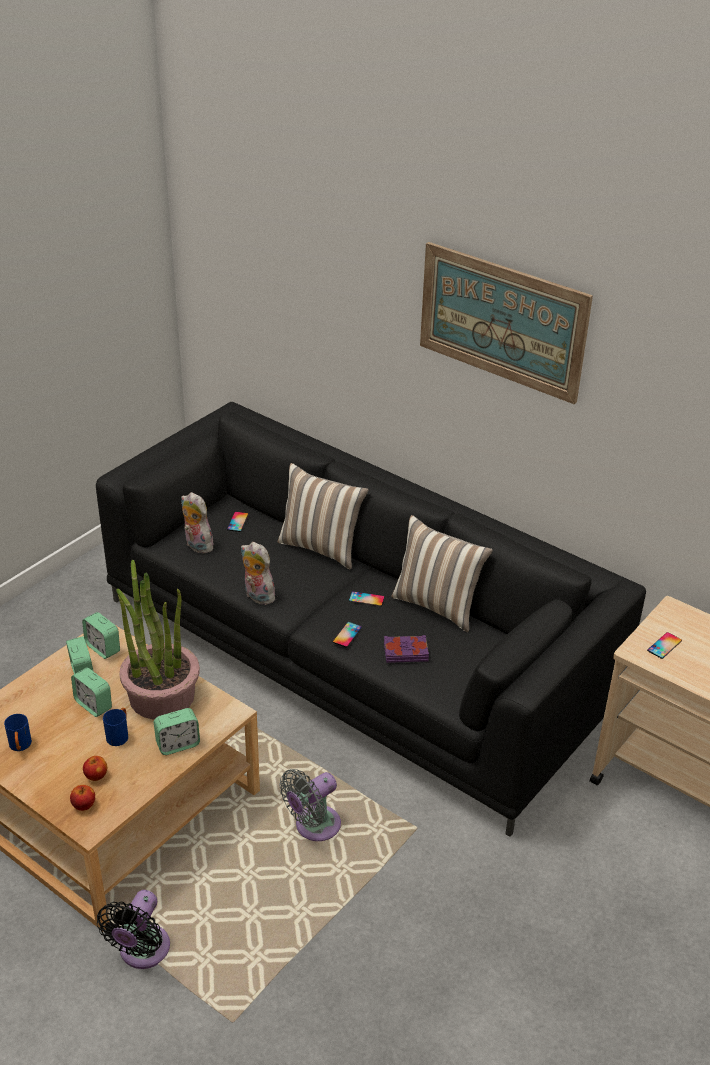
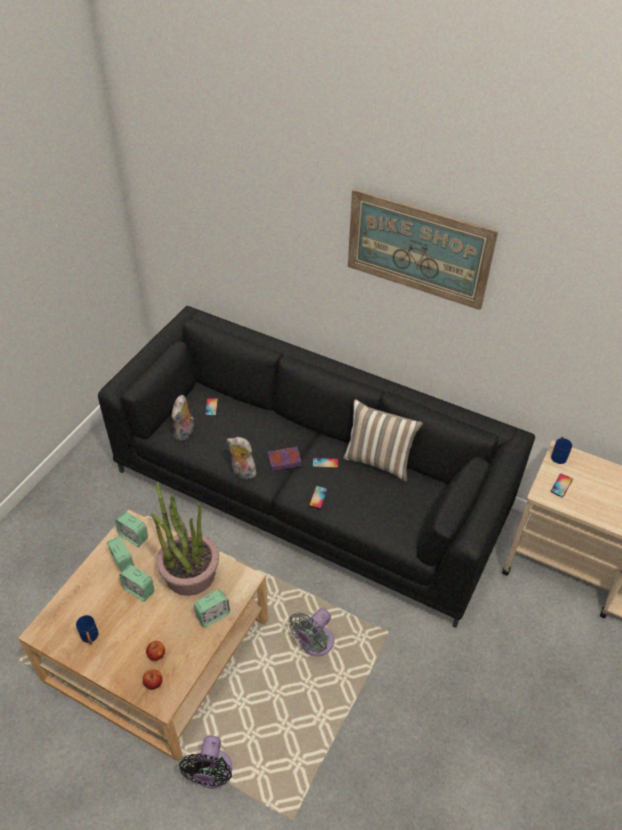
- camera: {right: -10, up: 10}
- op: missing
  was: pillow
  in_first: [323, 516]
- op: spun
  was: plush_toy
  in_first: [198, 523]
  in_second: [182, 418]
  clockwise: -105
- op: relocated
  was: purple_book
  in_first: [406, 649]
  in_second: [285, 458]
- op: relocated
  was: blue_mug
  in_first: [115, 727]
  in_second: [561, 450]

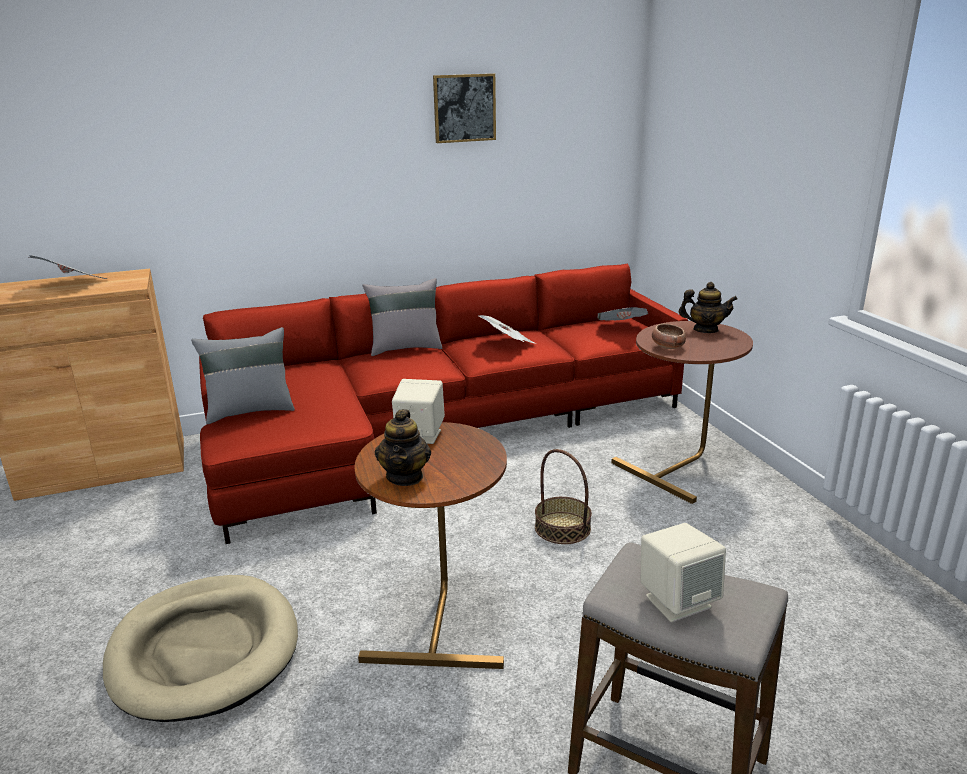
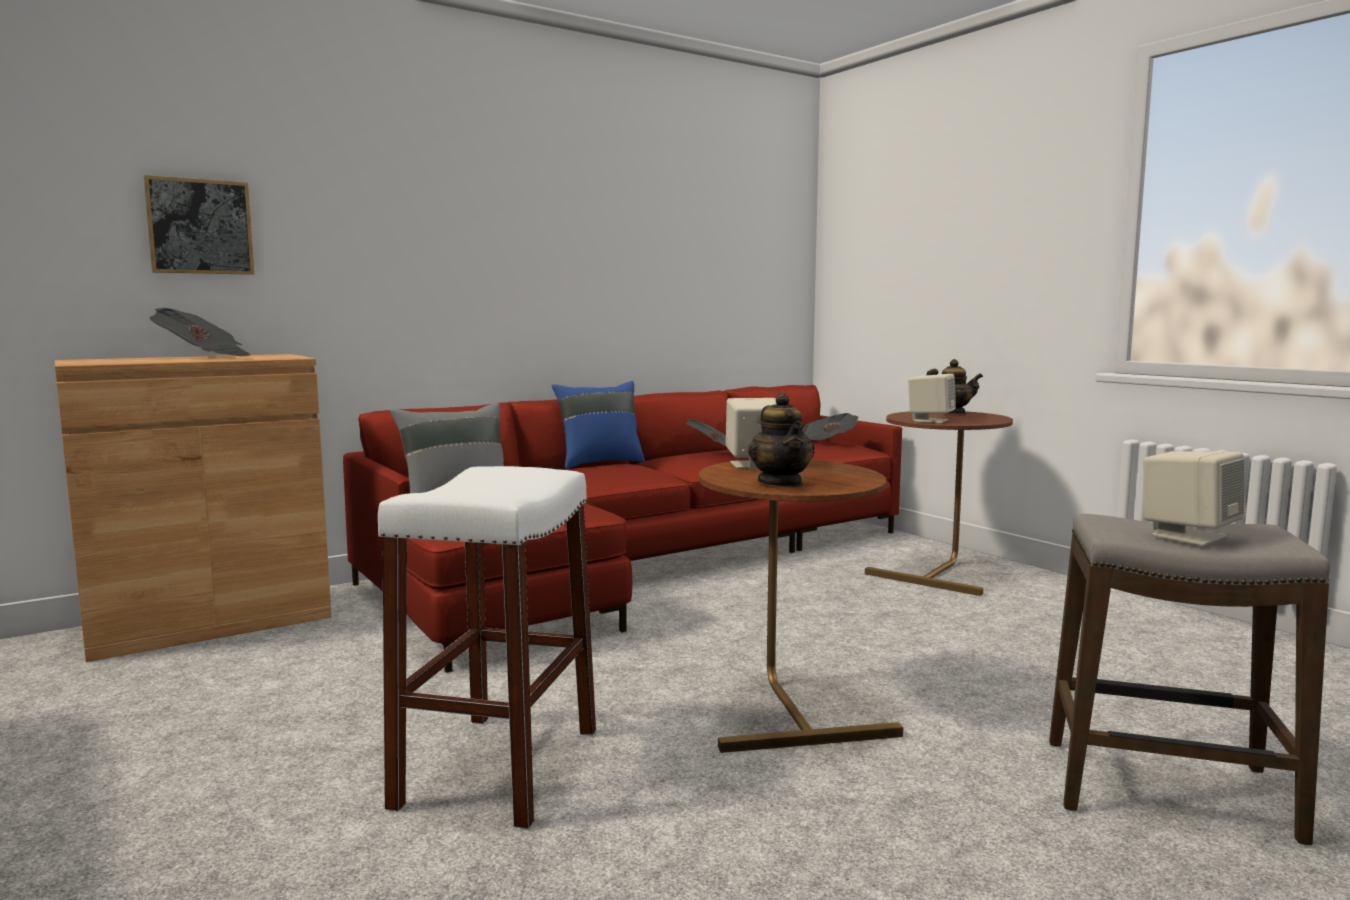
- camera: {right: -15, up: -15}
- op: relocated
  was: picture
  in_first: [464, 108]
  in_second: [199, 225]
- op: colour
  was: grey_pillow
  now: blue_pillow
  in_first: [402, 317]
  in_second: [598, 425]
- op: exchanged
  was: bowl
  now: beige_speaker
  in_first: [669, 336]
  in_second: [932, 398]
- op: missing
  was: basket
  in_first: [563, 496]
- op: exchanged
  was: beige_dog_bed
  now: white_stool
  in_first: [200, 648]
  in_second: [487, 647]

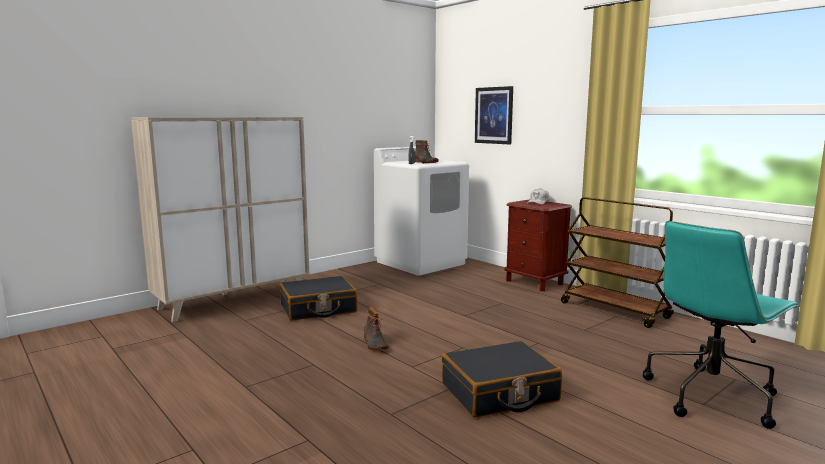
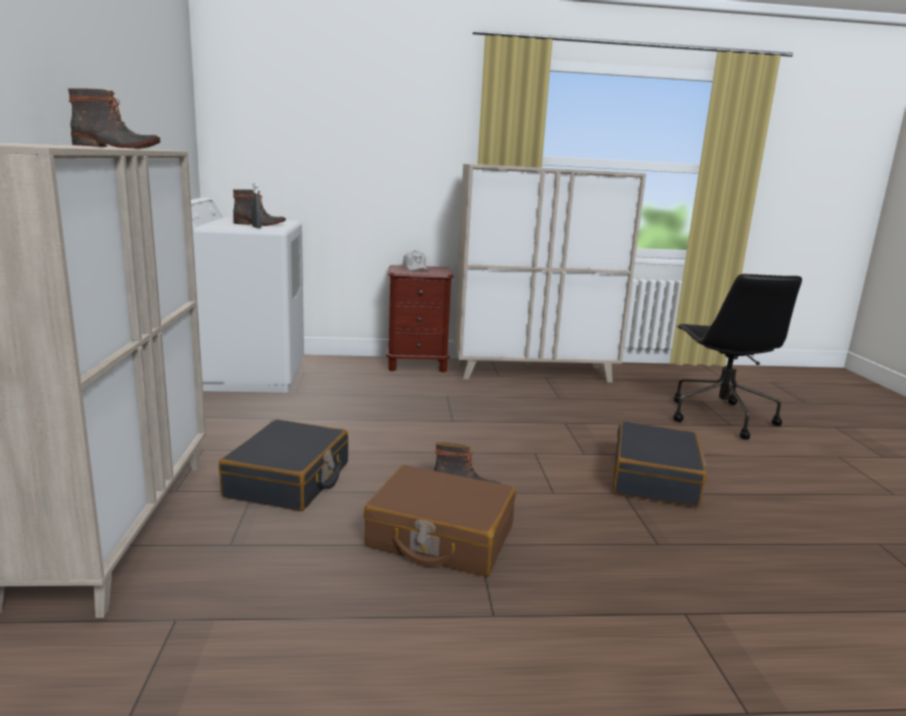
- camera: {right: -55, up: 5}
- op: missing
  was: picture
  in_first: [494, 115]
- op: exchanged
  was: brown_cart
  now: beige_cabinet
  in_first: [617, 262]
  in_second: [550, 273]
- op: colour
  was: turquoise_office_chair
  now: black_office_chair
  in_first: [721, 325]
  in_second: [737, 357]
- op: appeared
  now: boot
  in_second: [114, 118]
- op: appeared
  now: brown_suitcase
  in_second: [440, 520]

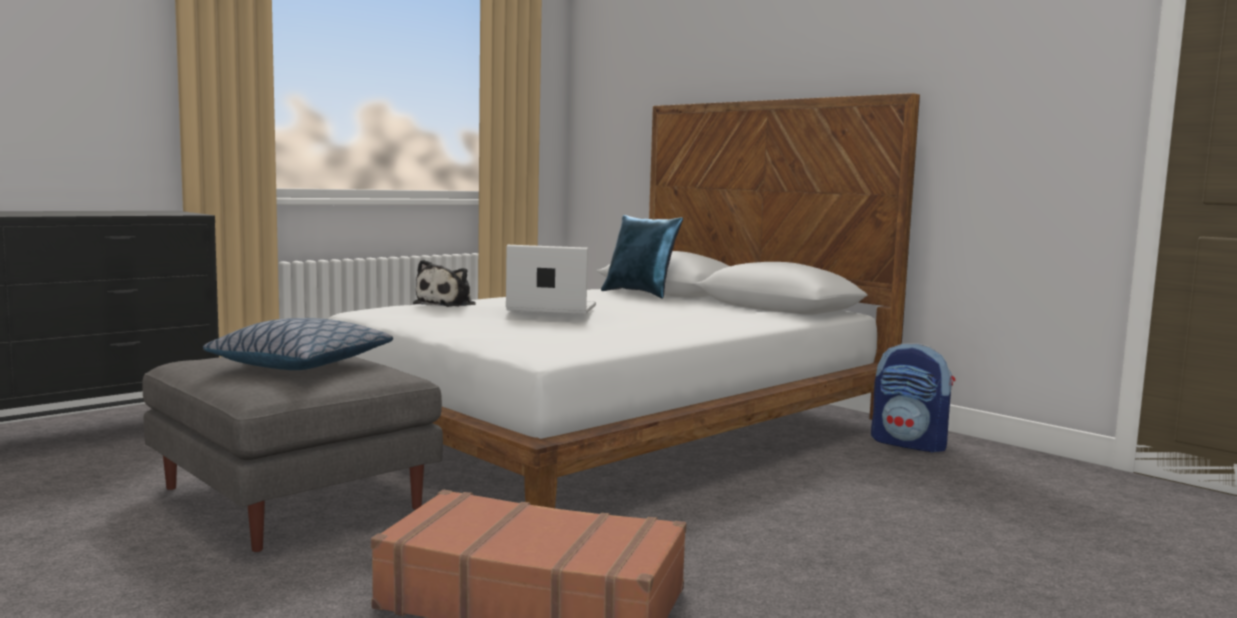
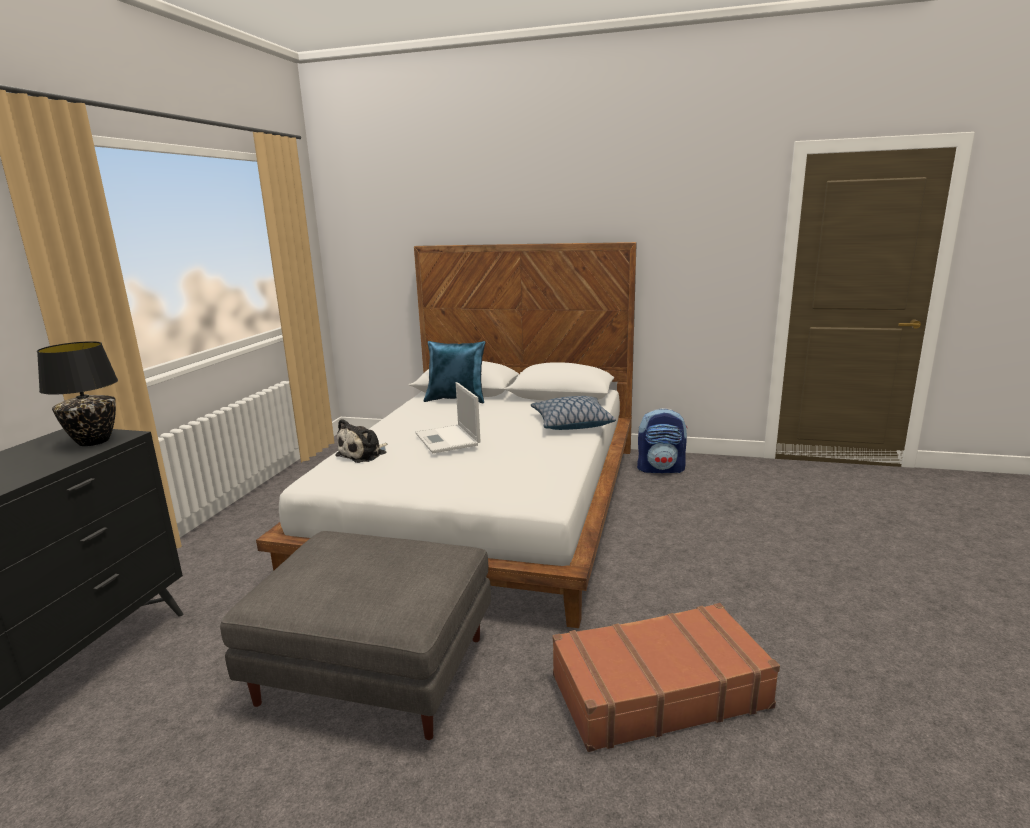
- camera: {right: -30, up: 10}
- op: spun
  was: laptop
  in_first: [551, 279]
  in_second: [448, 417]
  clockwise: -90
- op: spun
  was: plush_toy
  in_first: [444, 283]
  in_second: [361, 441]
  clockwise: 45
- op: relocated
  was: pillow
  in_first: [298, 344]
  in_second: [573, 413]
- op: appeared
  now: black_table_lamp
  in_second: [77, 393]

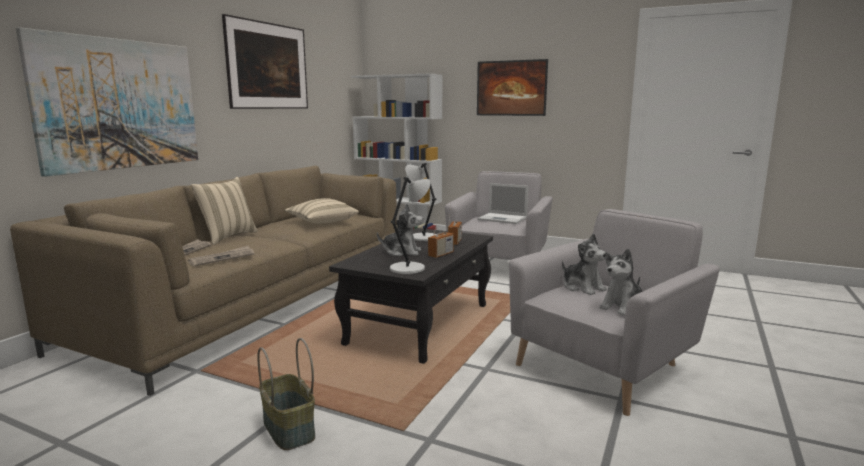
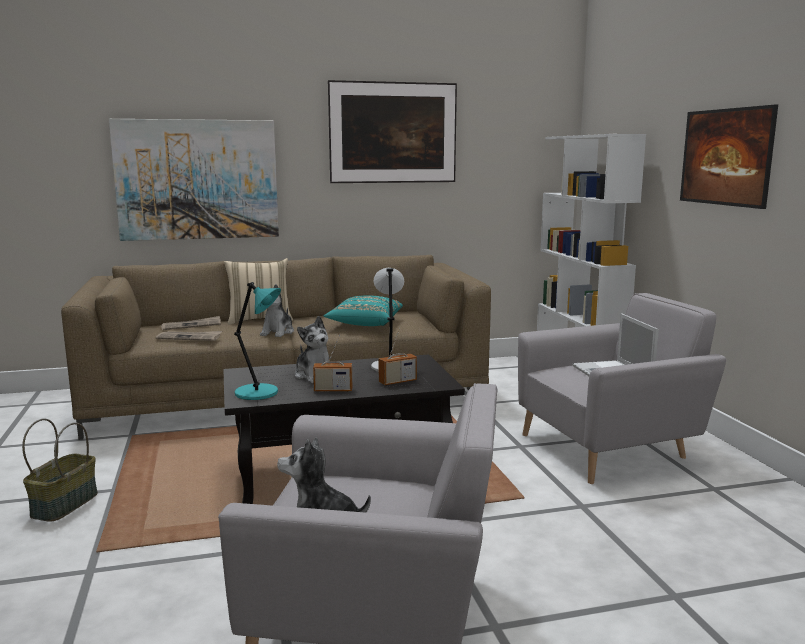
- camera: {right: 50, up: 0}
- op: colour
  was: grey_table_lamp
  now: turquoise_table_lamp
  in_first: [410, 225]
  in_second: [257, 341]
- op: colour
  was: beige_pillow
  now: turquoise_pillow
  in_first: [322, 210]
  in_second: [363, 310]
- op: relocated
  was: plush_toy
  in_first: [584, 264]
  in_second: [277, 310]

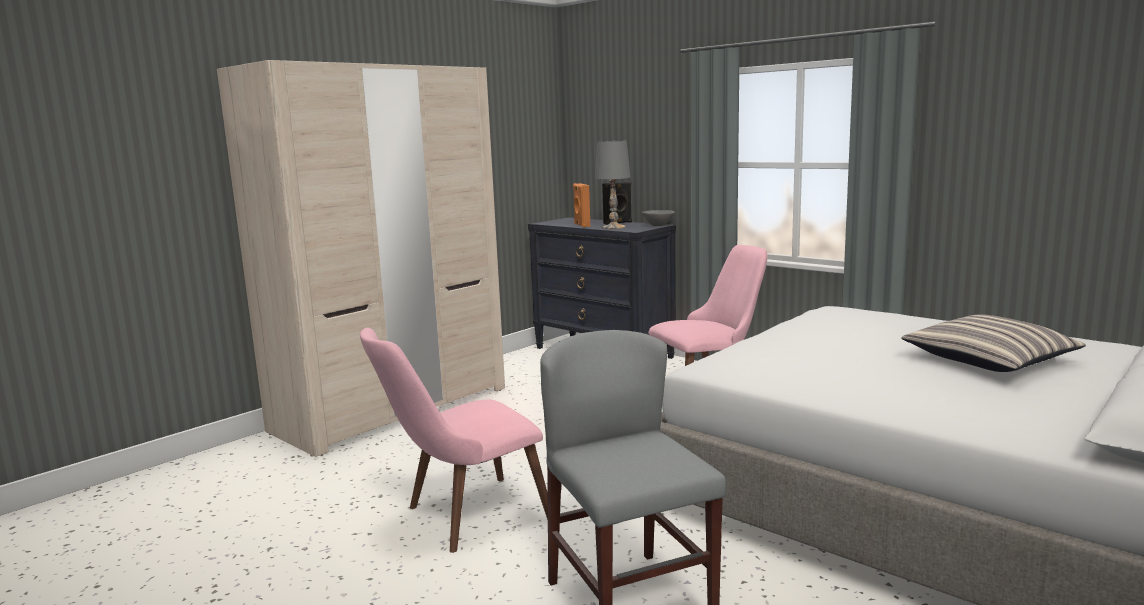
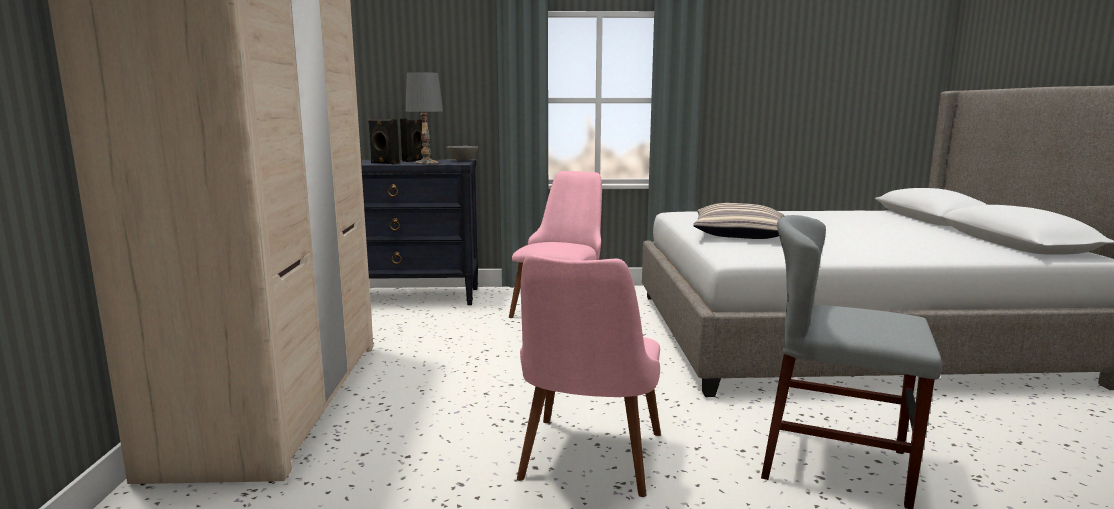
- camera: {right: -45, up: 0}
- op: colour
  was: orange_speaker
  now: black_speaker
  in_first: [581, 205]
  in_second: [384, 142]
- op: relocated
  was: pillow
  in_first: [993, 343]
  in_second: [739, 221]

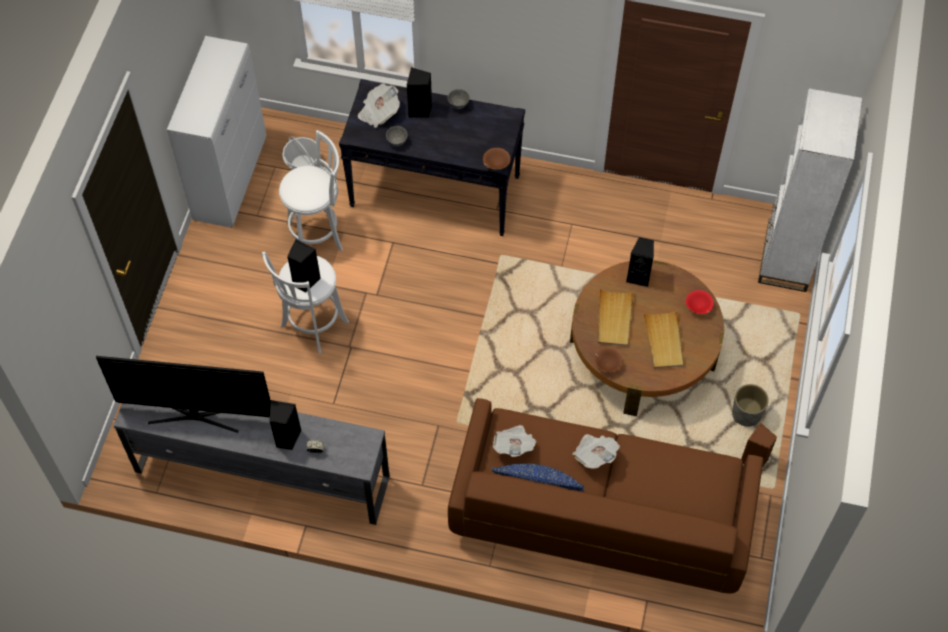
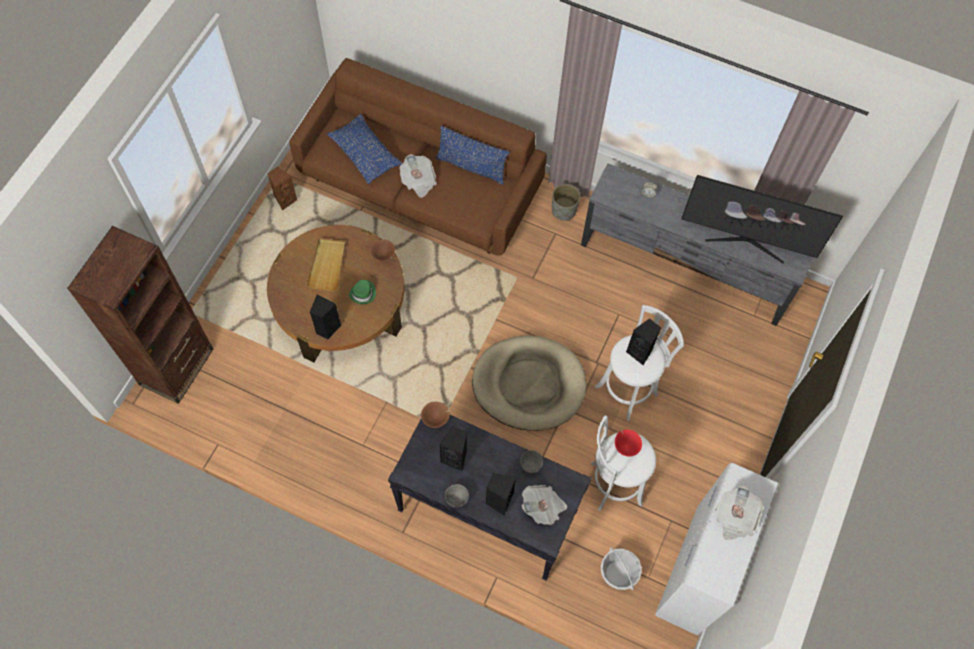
- camera: {right: -170, up: 5}
- op: colour
  was: white_bookcase
  now: brown_bookcase
  in_first: [810, 190]
  in_second: [140, 315]
- op: exchanged
  was: beige_tray
  now: green_hat
  in_first: [616, 317]
  in_second: [362, 292]
- op: relocated
  was: red_bowl
  in_first: [699, 302]
  in_second: [628, 443]
- op: relocated
  was: grey_planter
  in_first: [750, 405]
  in_second: [566, 202]
- op: relocated
  was: black_speaker
  in_first: [285, 425]
  in_second: [453, 448]
- op: relocated
  was: newspaper
  in_first: [515, 441]
  in_second: [739, 513]
- op: appeared
  now: blue_pillow
  in_second: [364, 149]
- op: appeared
  now: beige_dog_bed
  in_second: [529, 383]

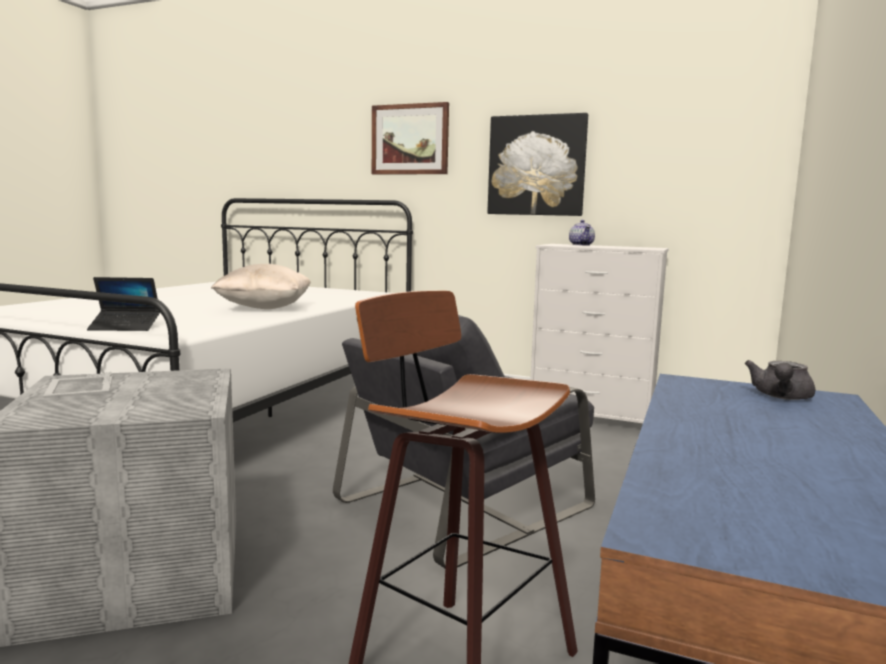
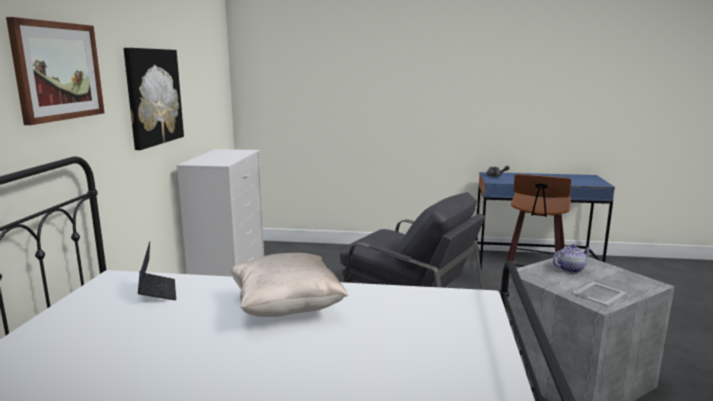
- camera: {right: -105, up: 5}
- op: relocated
  was: teapot
  in_first: [582, 233]
  in_second: [572, 258]
- op: relocated
  was: laptop
  in_first: [123, 304]
  in_second: [157, 270]

